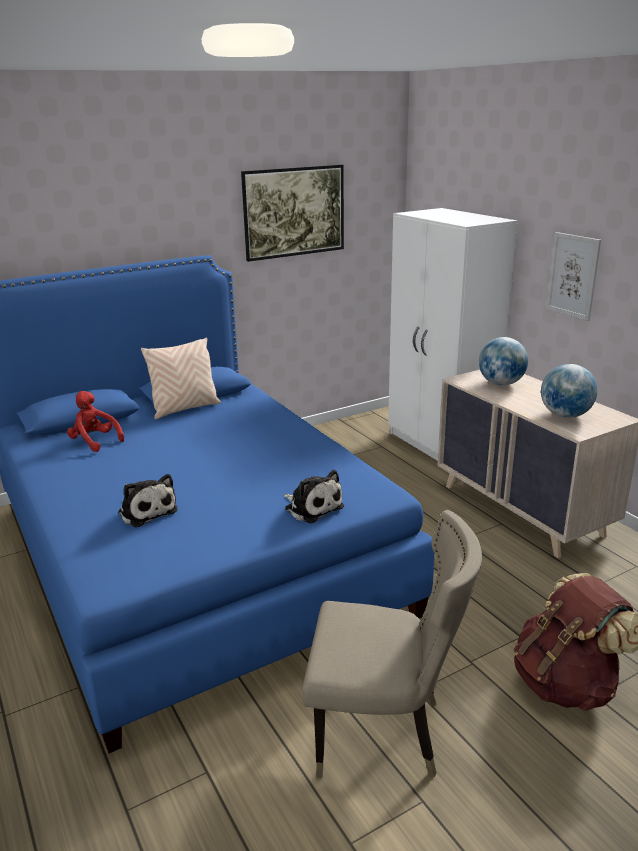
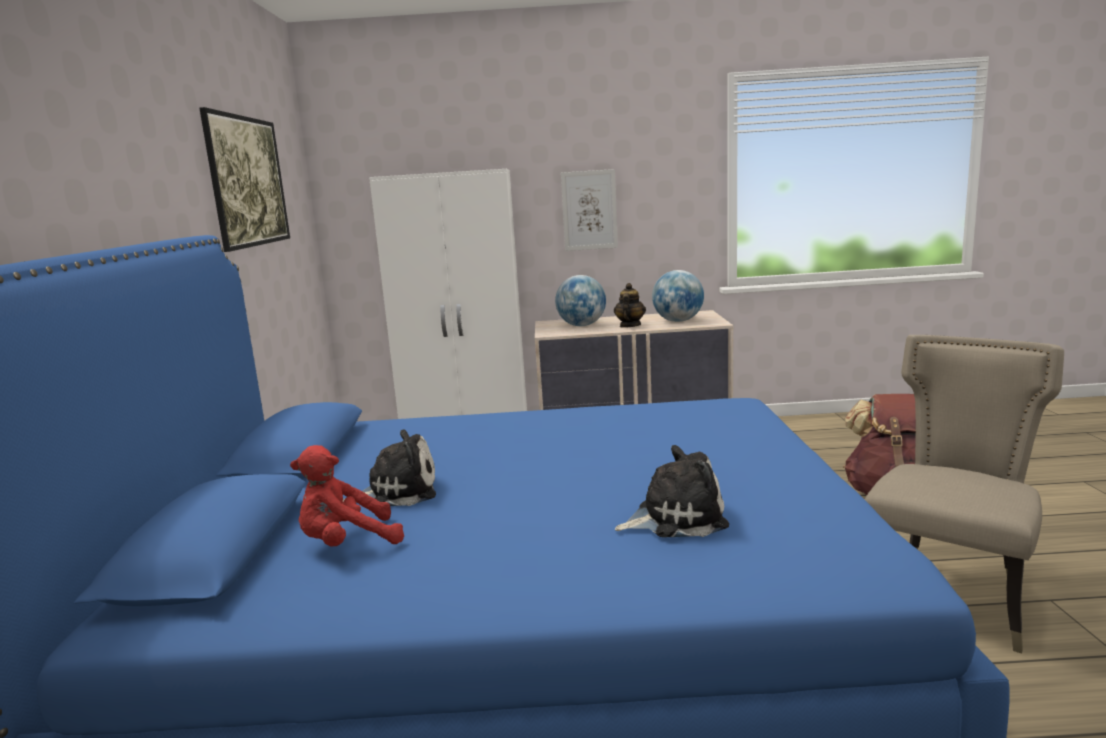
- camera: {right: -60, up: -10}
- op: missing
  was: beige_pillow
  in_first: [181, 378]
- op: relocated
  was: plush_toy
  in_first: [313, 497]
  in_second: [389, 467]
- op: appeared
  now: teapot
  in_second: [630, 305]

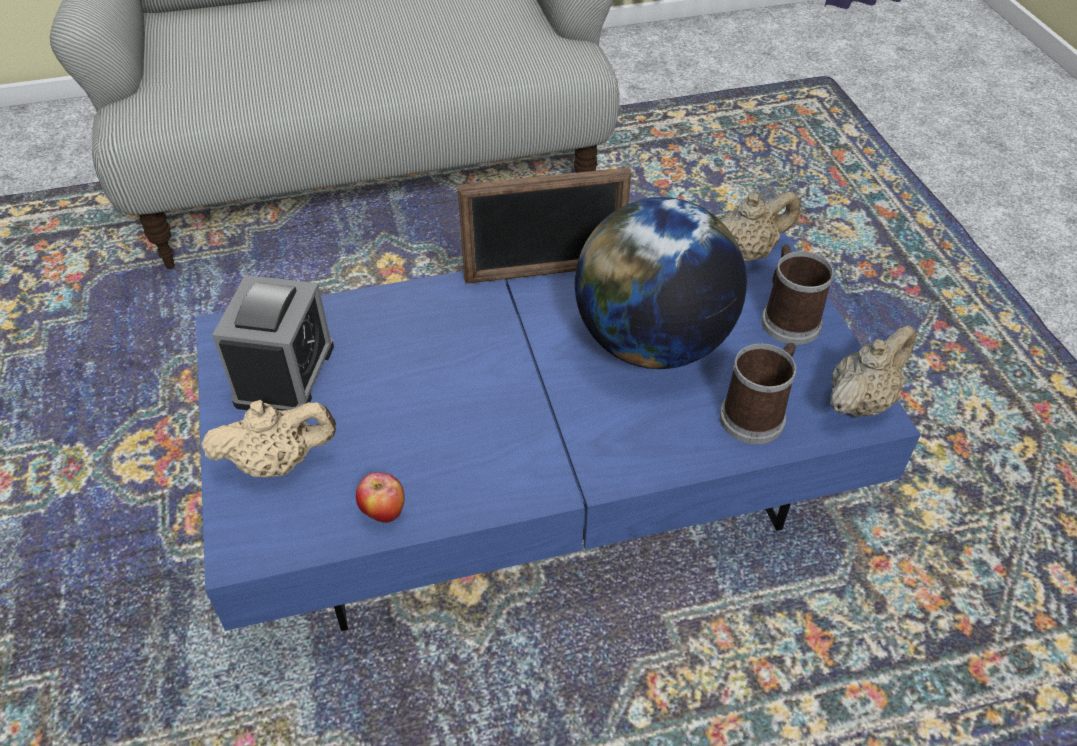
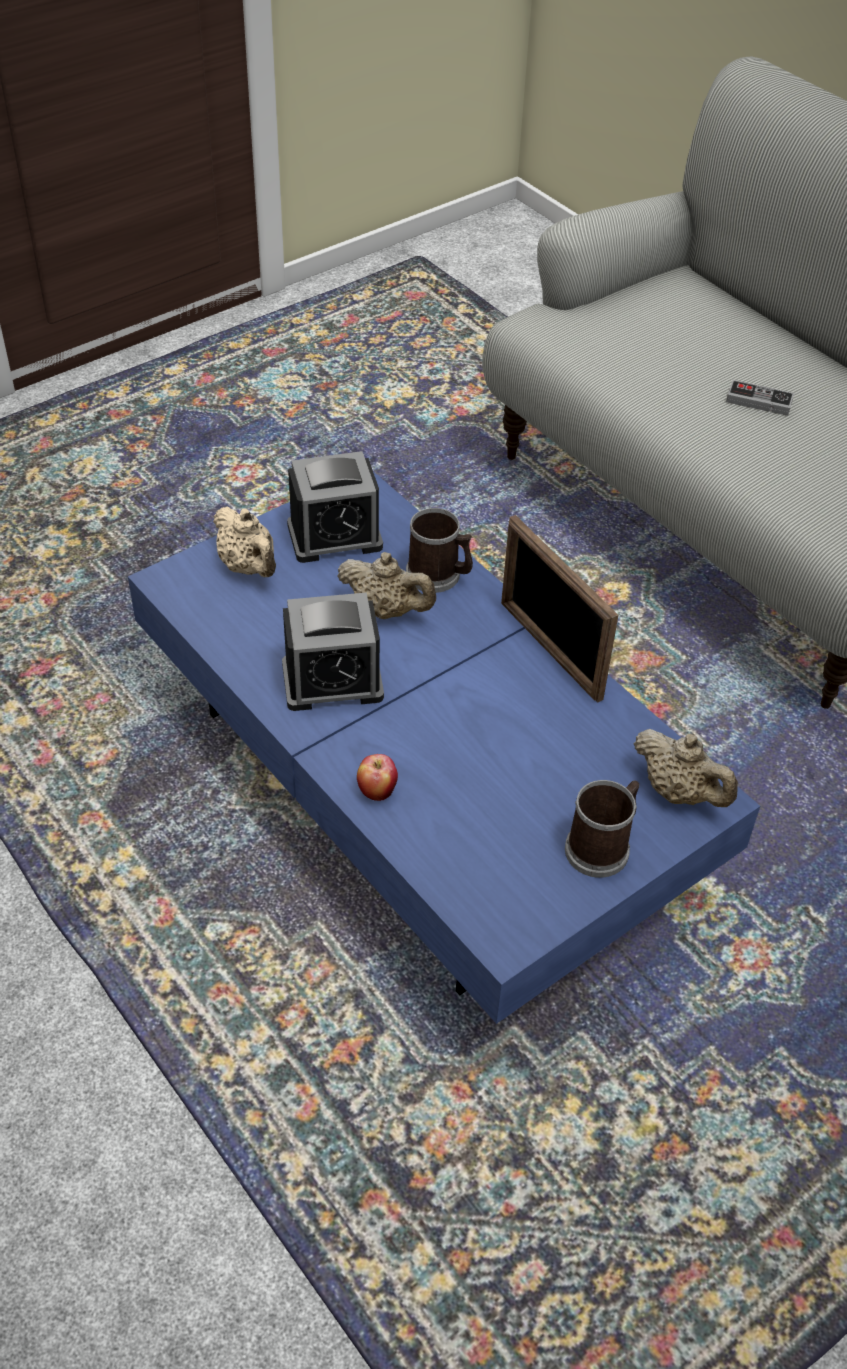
- camera: {right: 65, up: 0}
- op: missing
  was: globe
  in_first: [661, 283]
- op: relocated
  was: beige_teapot
  in_first: [873, 371]
  in_second: [386, 585]
- op: relocated
  was: mug
  in_first: [758, 393]
  in_second: [439, 550]
- op: relocated
  was: apple
  in_first: [380, 497]
  in_second: [377, 777]
- op: appeared
  now: game_controller
  in_second: [760, 398]
- op: appeared
  now: alarm_clock
  in_second: [333, 651]

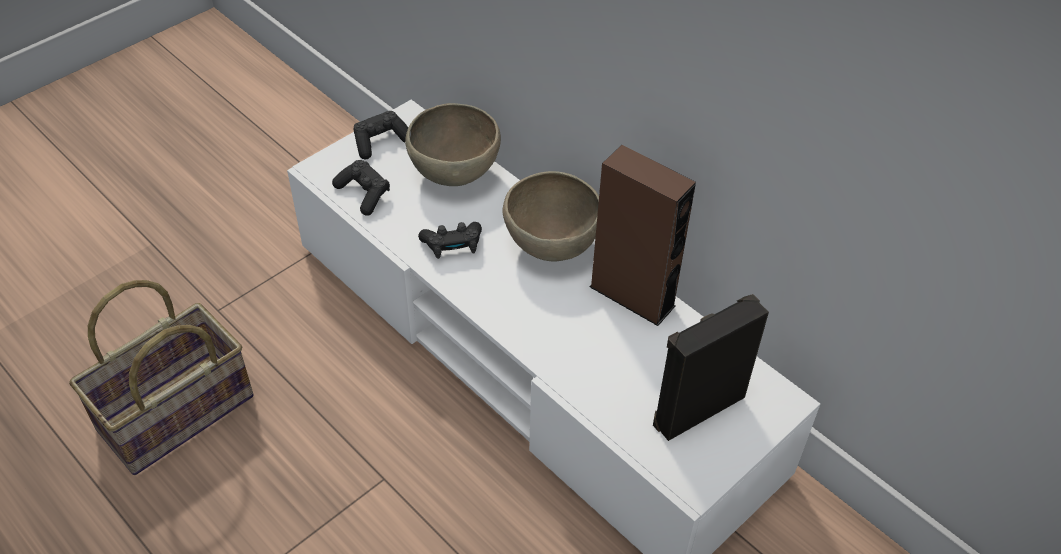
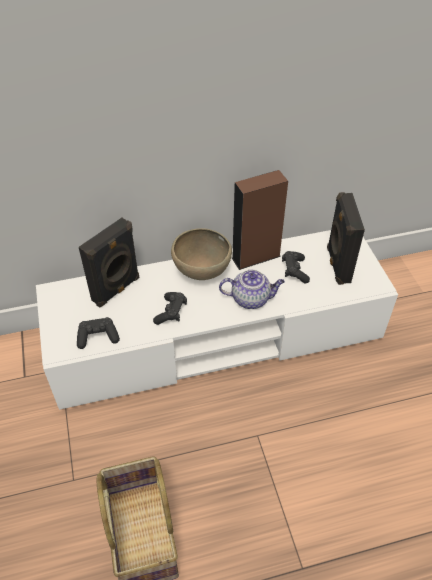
- camera: {right: -60, up: 0}
- op: exchanged
  was: brown_bowl
  now: black_speaker
  in_first: [453, 144]
  in_second: [109, 263]
- op: relocated
  was: black_game_controller
  in_first: [380, 135]
  in_second: [296, 267]
- op: appeared
  now: teapot
  in_second: [252, 289]

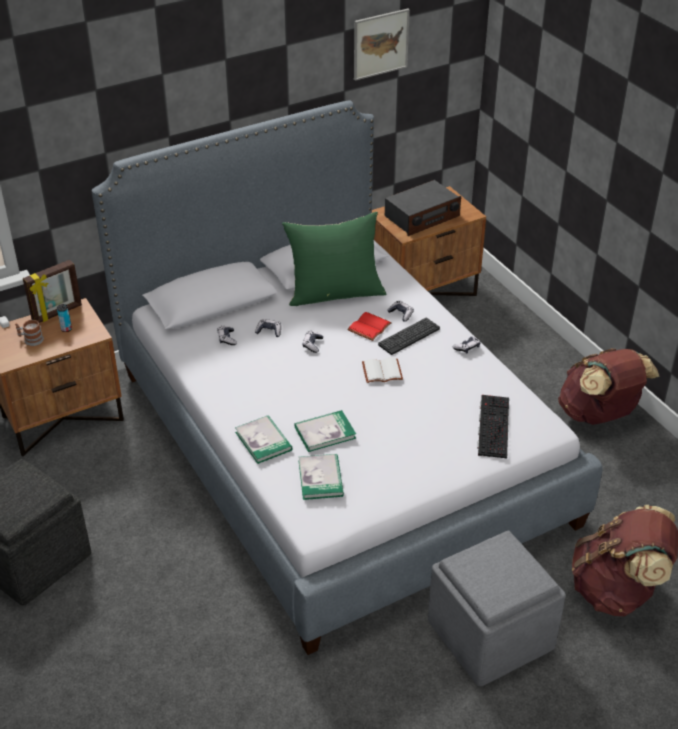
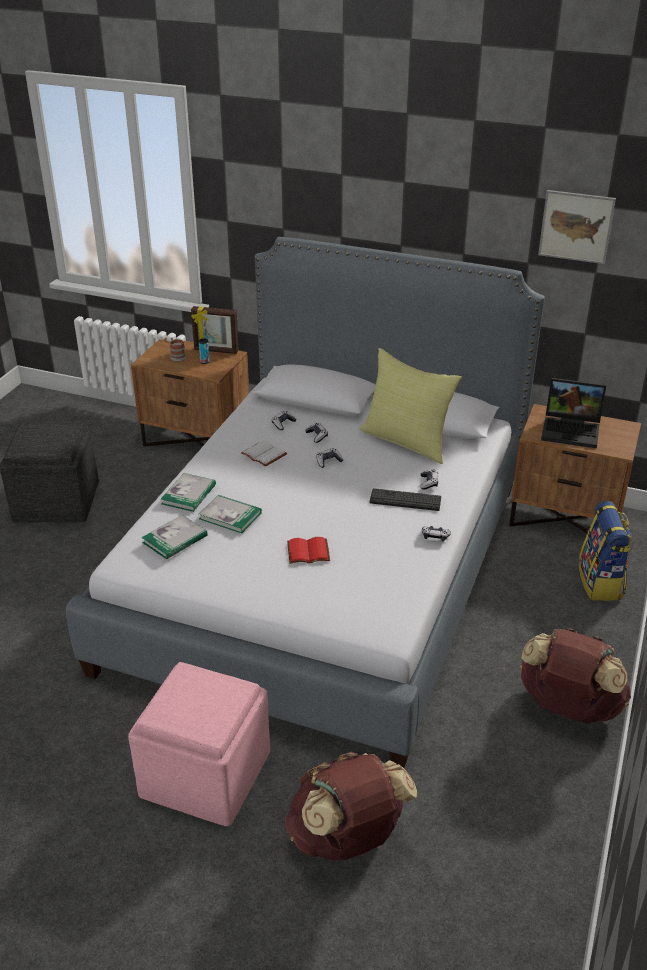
- camera: {right: 50, up: -5}
- op: exchanged
  was: radio
  now: laptop
  in_first: [423, 208]
  in_second: [573, 413]
- op: colour
  was: green_pillow
  now: yellow_pillow
  in_first: [334, 259]
  in_second: [410, 406]
- op: relocated
  was: red_book
  in_first: [369, 326]
  in_second: [308, 550]
- op: relocated
  was: white_book
  in_first: [382, 370]
  in_second: [264, 453]
- op: missing
  was: keyboard
  in_first: [493, 426]
- op: colour
  was: grey_ottoman
  now: pink_ottoman
  in_first: [497, 608]
  in_second: [199, 744]
- op: appeared
  now: backpack
  in_second: [605, 551]

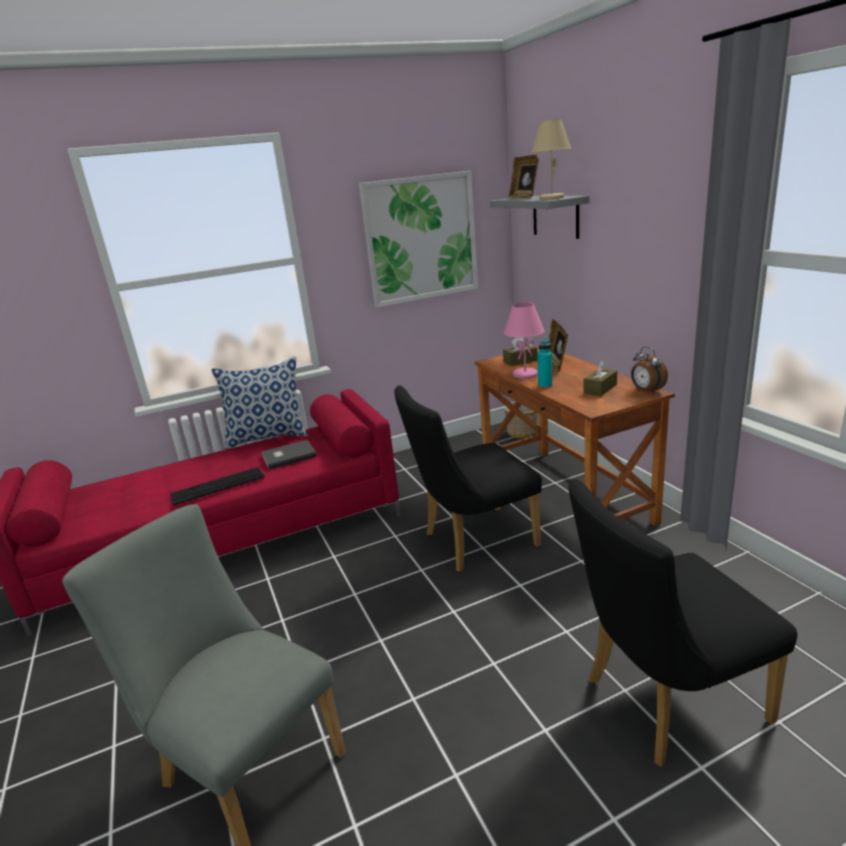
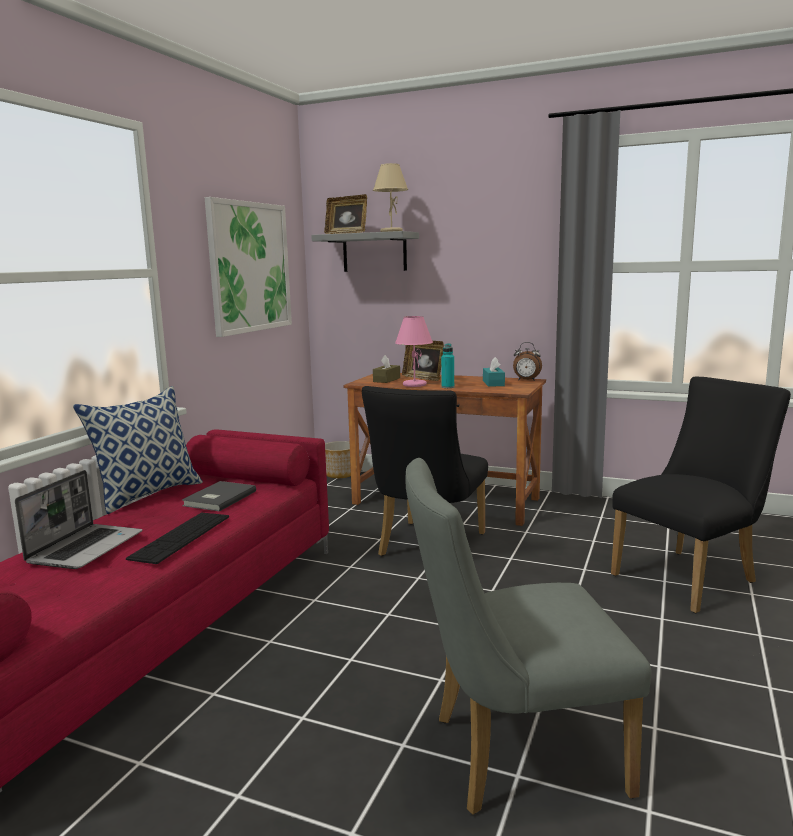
- camera: {right: -45, up: -10}
- op: colour
  was: brown_tissue_box
  now: turquoise_tissue_box
  in_first: [600, 378]
  in_second: [494, 372]
- op: spun
  was: black_chair
  in_first: [683, 623]
  in_second: [701, 495]
  clockwise: -150
- op: appeared
  now: laptop
  in_second: [79, 519]

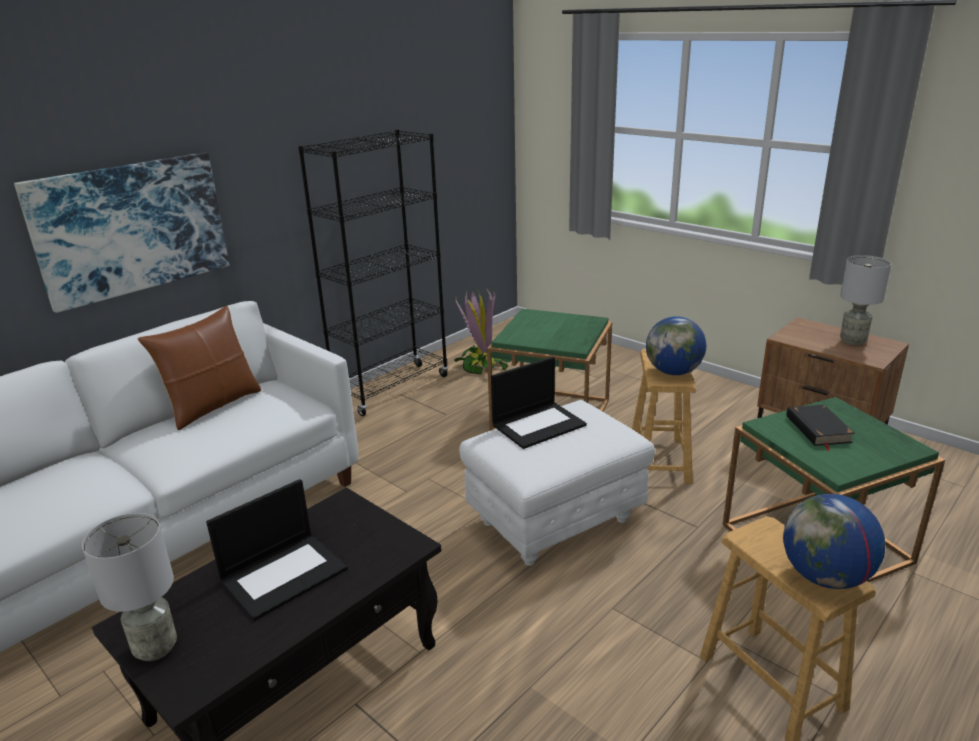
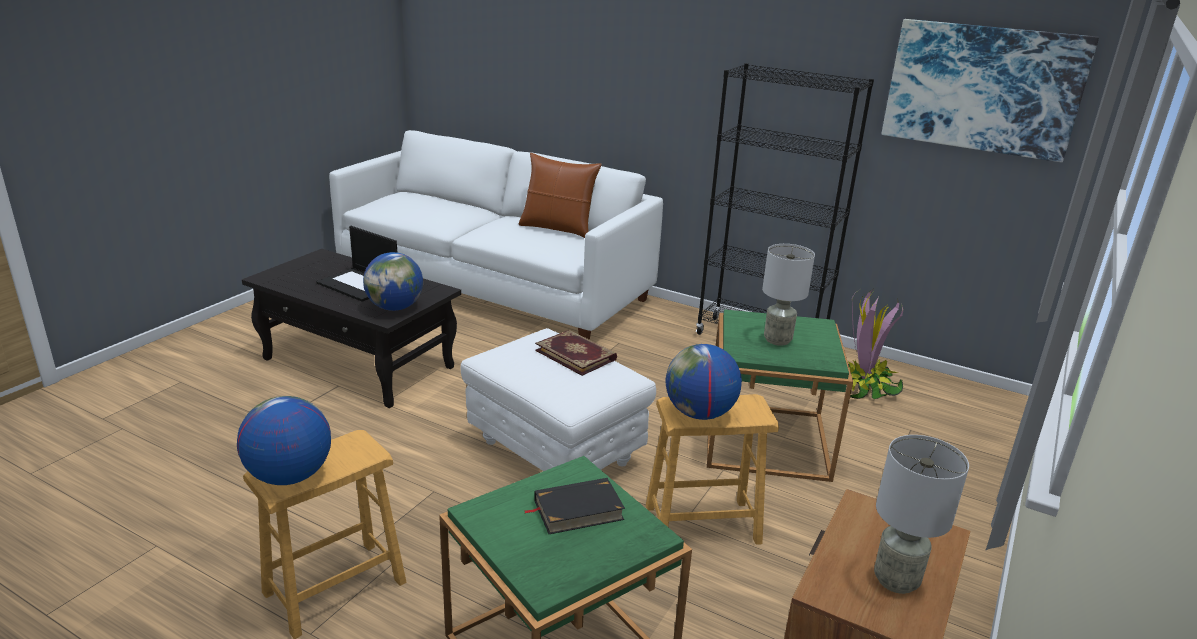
- camera: {right: 75, up: 0}
- op: relocated
  was: picture
  in_first: [121, 232]
  in_second: [990, 90]
- op: exchanged
  was: laptop
  now: book
  in_first: [539, 403]
  in_second: [576, 353]
- op: relocated
  was: grey_table_lamp
  in_first: [129, 587]
  in_second: [788, 295]
- op: appeared
  now: globe
  in_second: [393, 281]

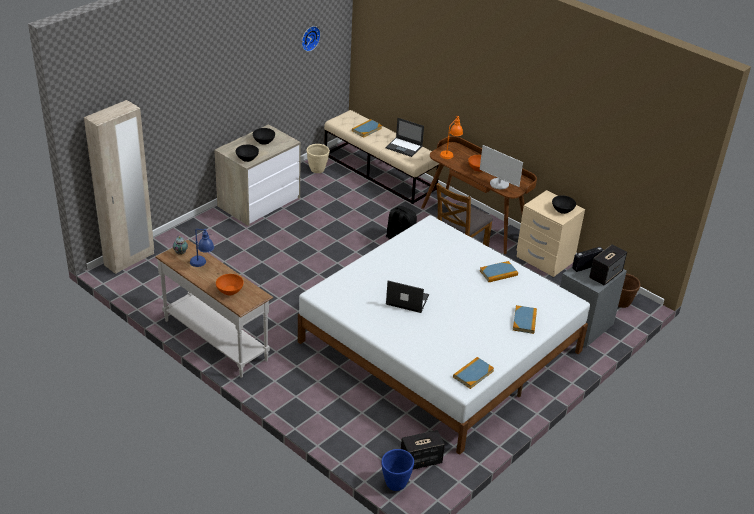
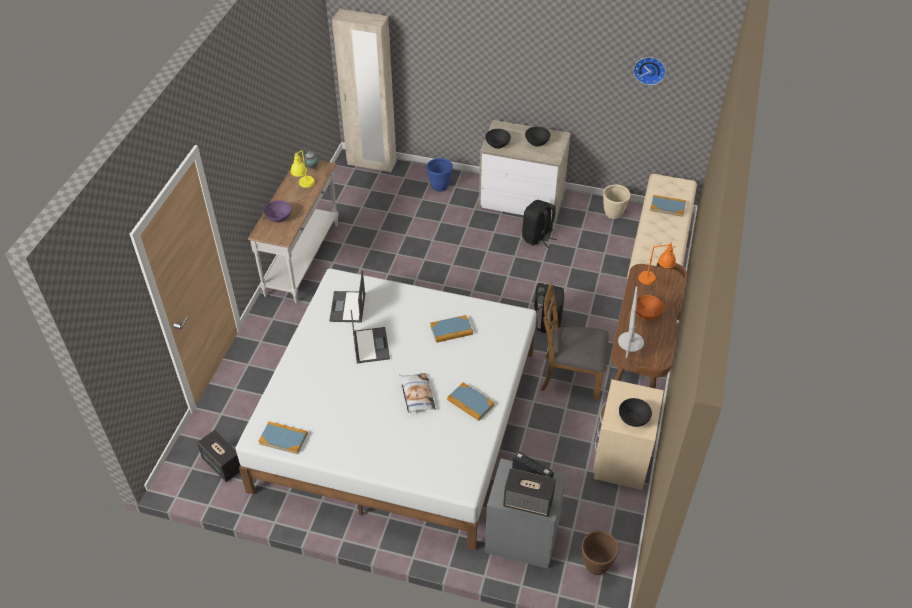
- camera: {right: 65, up: 10}
- op: relocated
  was: laptop
  in_first: [405, 137]
  in_second: [347, 296]
- op: colour
  was: blue_table_lamp
  now: yellow_table_lamp
  in_first: [202, 247]
  in_second: [303, 169]
- op: colour
  was: orange_bowl
  now: purple_bowl
  in_first: [230, 284]
  in_second: [278, 211]
- op: relocated
  was: book
  in_first: [525, 319]
  in_second: [451, 329]
- op: relocated
  was: blue_planter
  in_first: [397, 470]
  in_second: [439, 175]
- op: appeared
  now: black_backpack
  in_second: [539, 224]
- op: appeared
  now: pillow
  in_second: [417, 393]

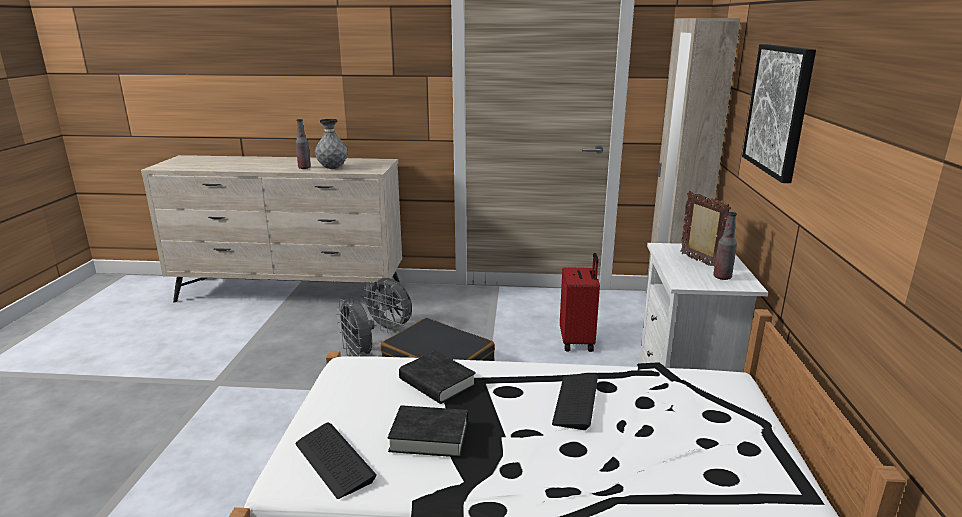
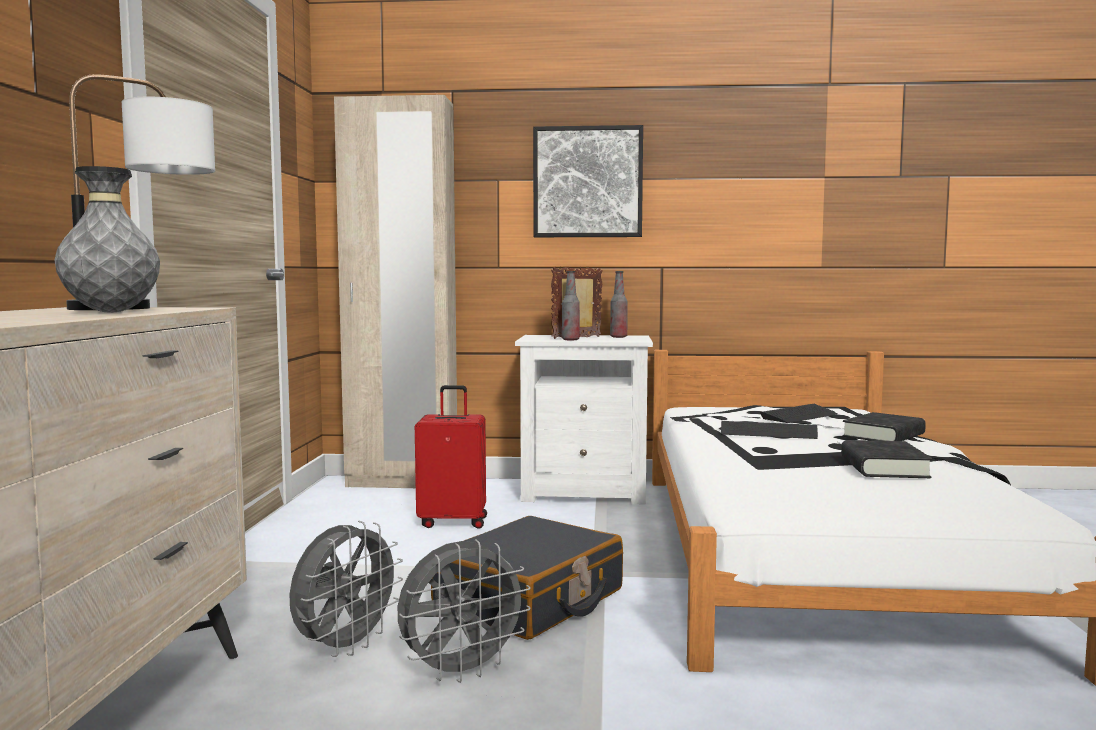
- camera: {right: -90, up: -15}
- op: relocated
  was: bottle
  in_first: [303, 144]
  in_second: [571, 305]
- op: relocated
  was: black_book
  in_first: [437, 377]
  in_second: [884, 426]
- op: relocated
  was: keyboard
  in_first: [336, 460]
  in_second: [799, 413]
- op: appeared
  now: table_lamp
  in_second: [140, 192]

